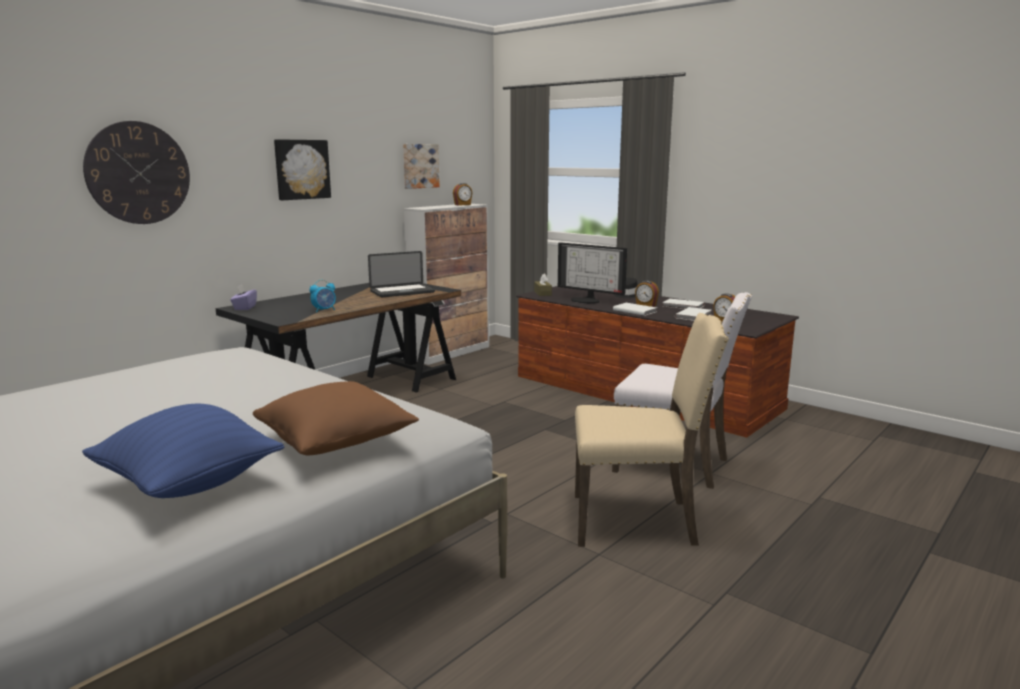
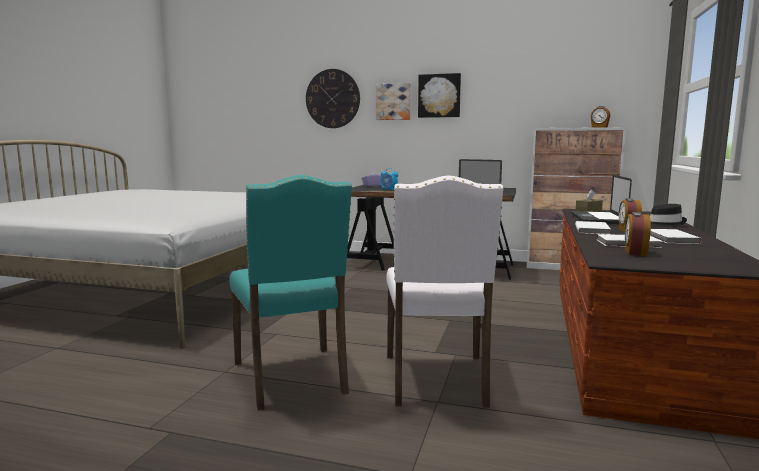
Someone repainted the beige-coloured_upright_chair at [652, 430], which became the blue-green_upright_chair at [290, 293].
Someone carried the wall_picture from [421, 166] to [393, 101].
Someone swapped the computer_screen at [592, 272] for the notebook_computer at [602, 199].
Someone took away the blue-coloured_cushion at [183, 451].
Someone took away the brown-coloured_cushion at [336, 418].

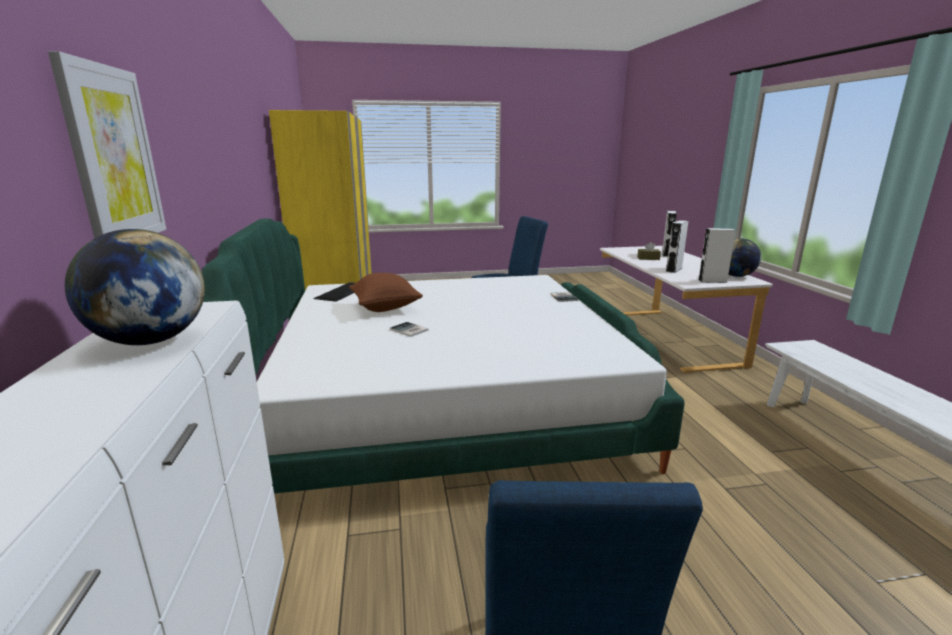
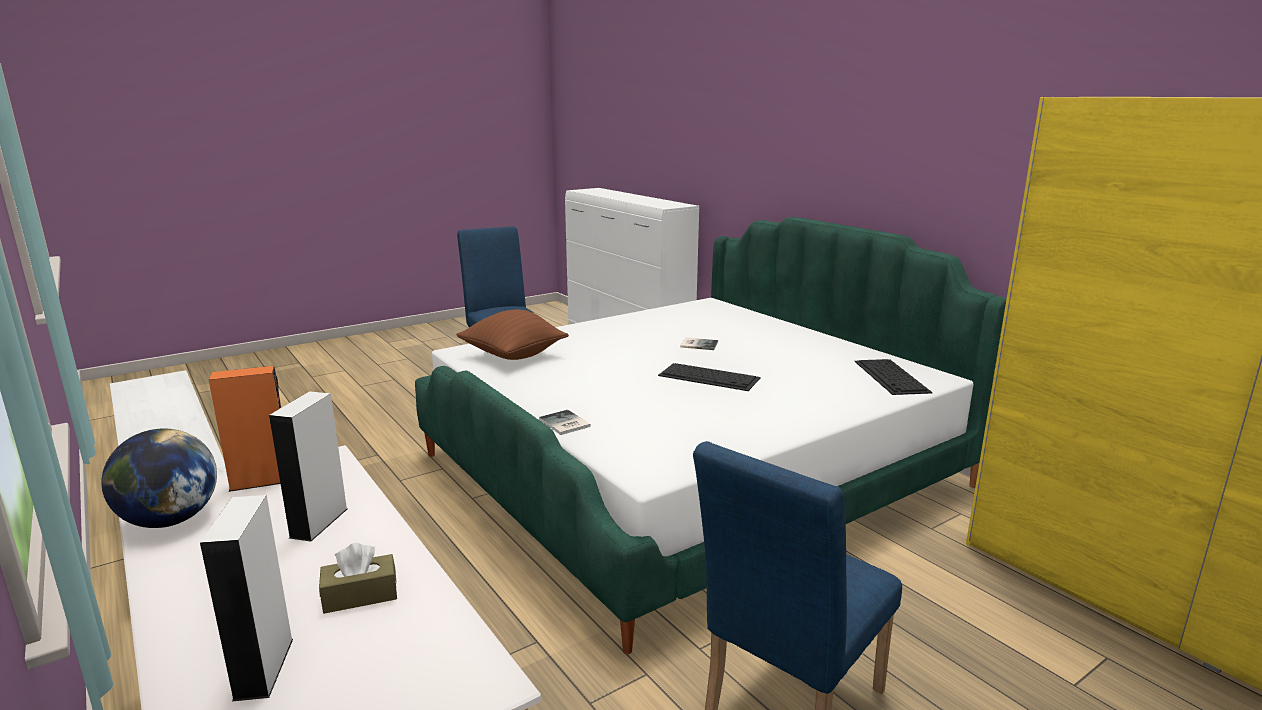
Someone repainted the white_loudspeaker at [717, 255], which became the orange-coloured_loudspeaker at [245, 429].
Someone carried the brown-coloured_cushion from [386, 292] to [512, 335].
Someone put down the keyboard at [709, 377].
Someone took away the wall_picture at [107, 144].
Someone took away the desk_globe at [135, 287].

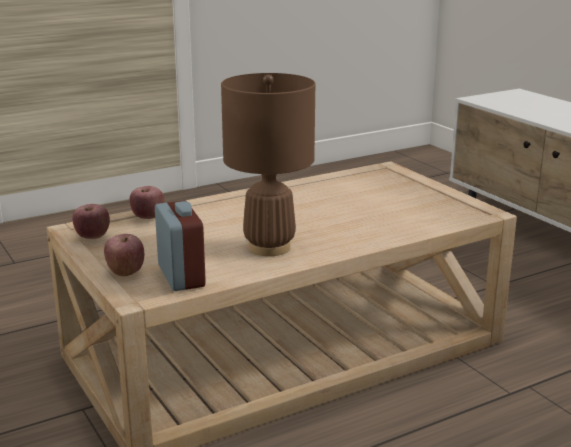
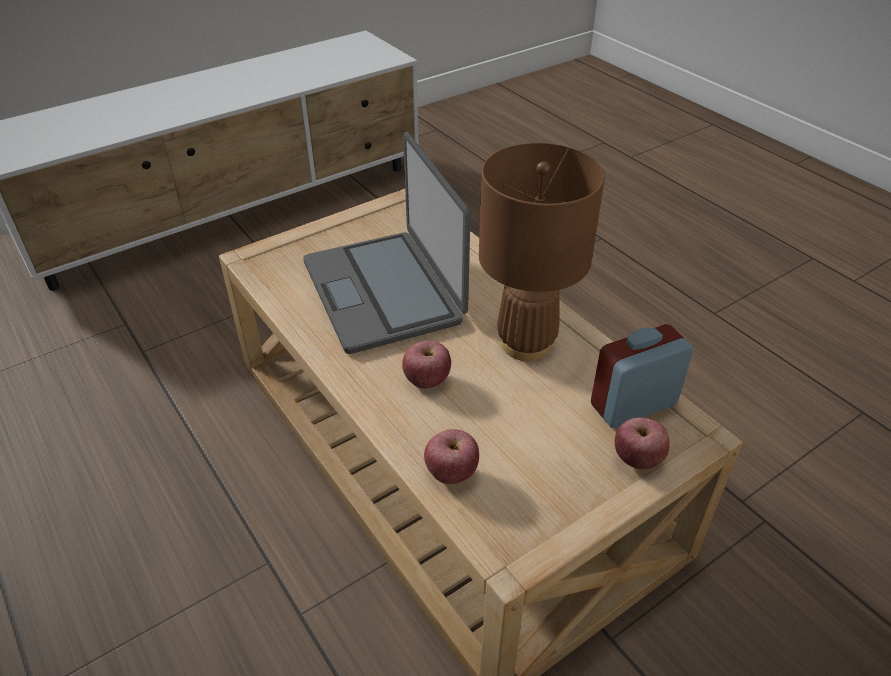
Someone put down the notebook_computer at [387, 243].
Someone carried the apple_fruit from [91, 221] to [426, 365].

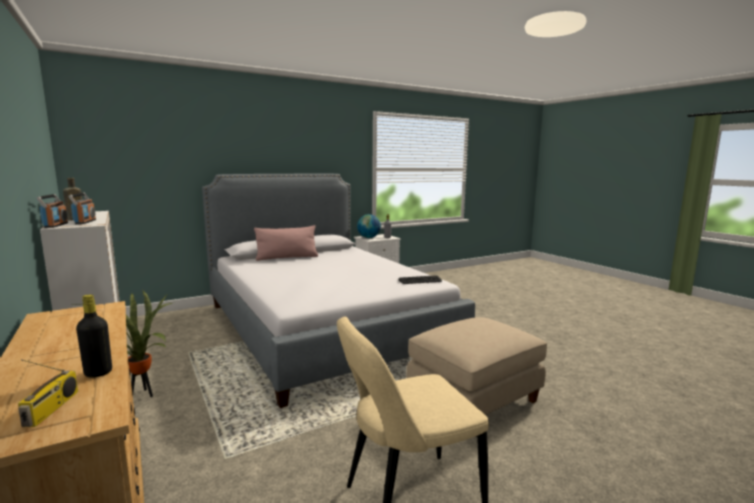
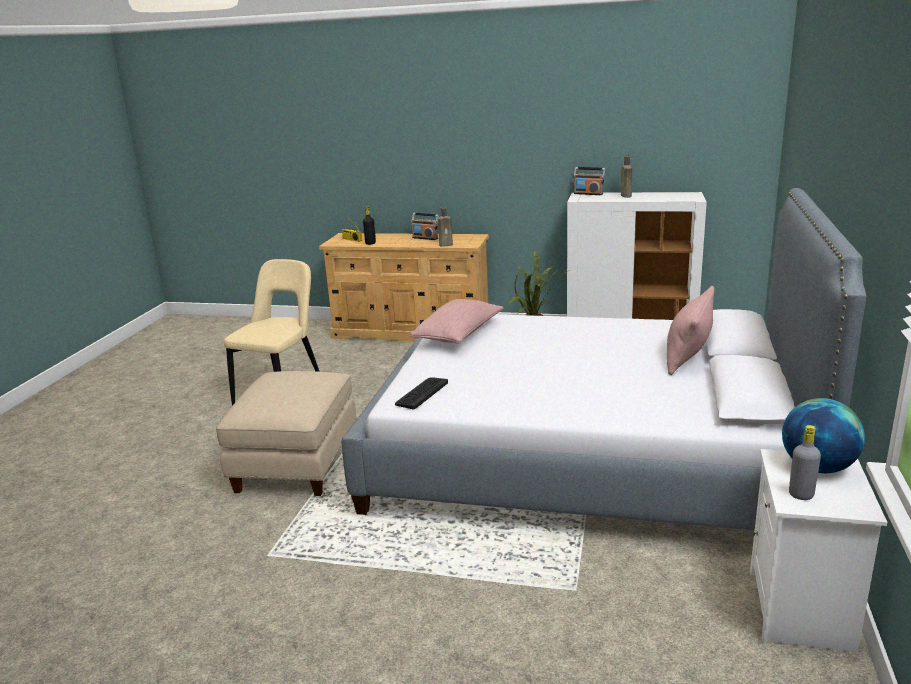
Someone put down the pink_cushion at [457, 321].
Someone carried the radio_receiver from [82, 208] to [425, 226].
Someone put down the brown-coloured_beverage_bottle at [445, 227].

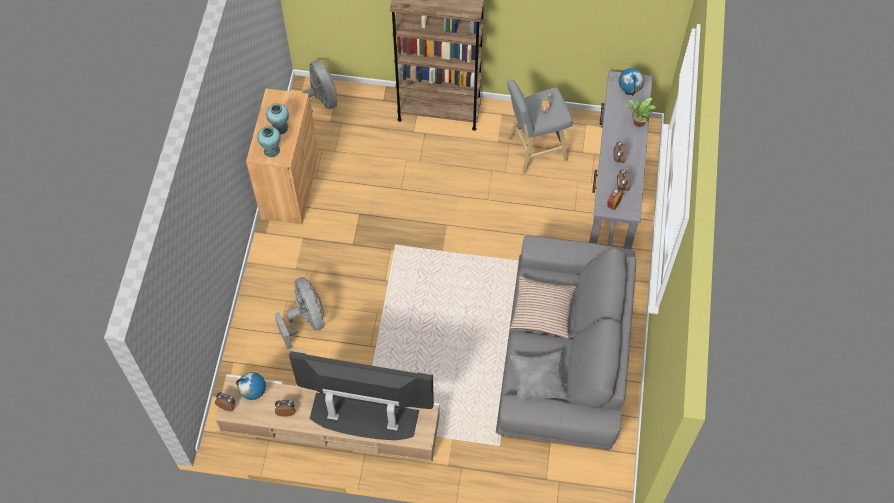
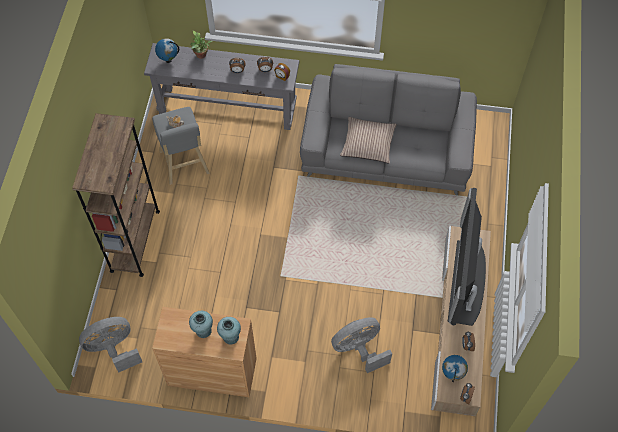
Someone took away the greyish_cushion at [539, 375].

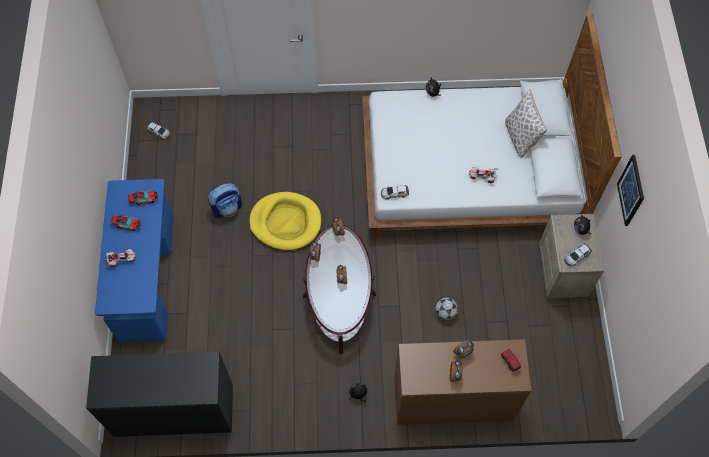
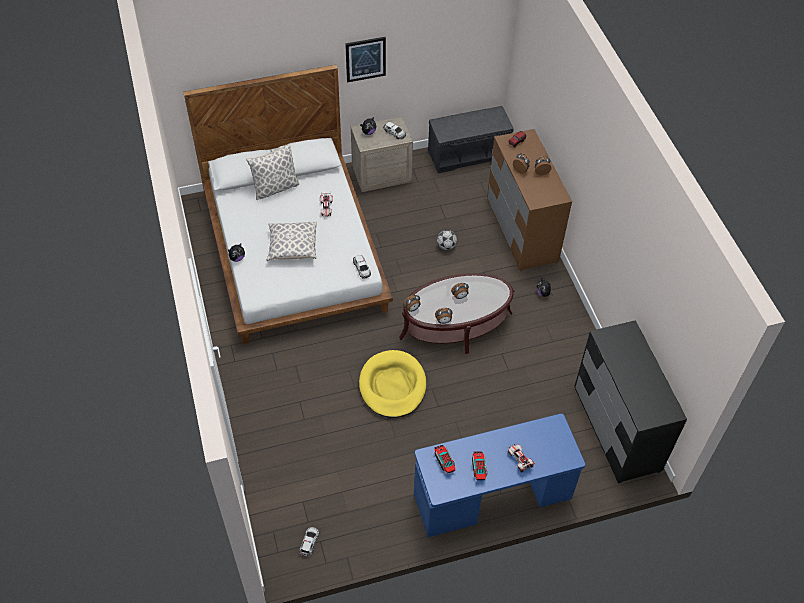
Someone put down the cushion at [292, 241].
Someone put down the greyish_bench at [471, 139].
Someone took away the rucksack at [225, 200].

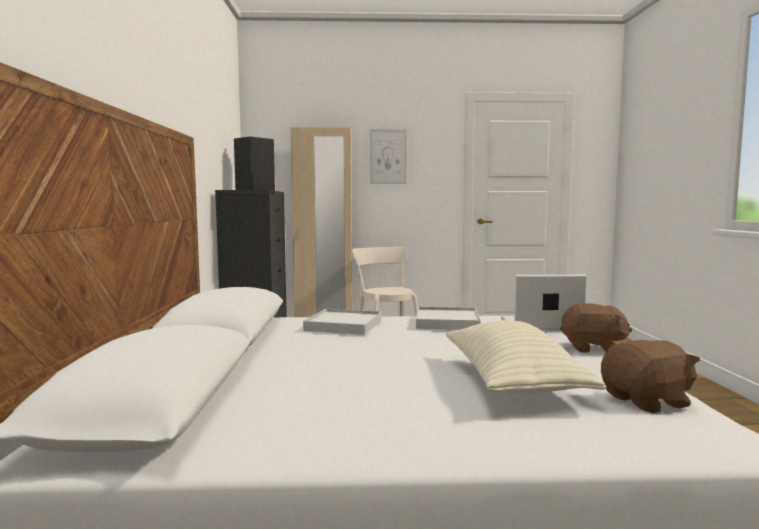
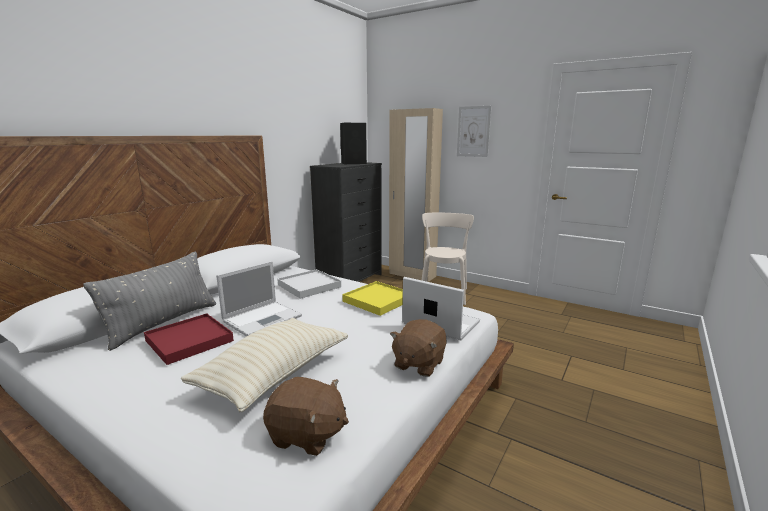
Someone put down the greyish_cushion at [149, 301].
Someone put down the red-coloured_serving_tray at [189, 339].
Someone put down the notebook_computer at [259, 299].
Someone repainted the white_serving_tray at [448, 318], which became the yellow_serving_tray at [372, 298].
Someone rotated the brown-coloured_plush_toy at [596, 328] by 75 degrees clockwise.

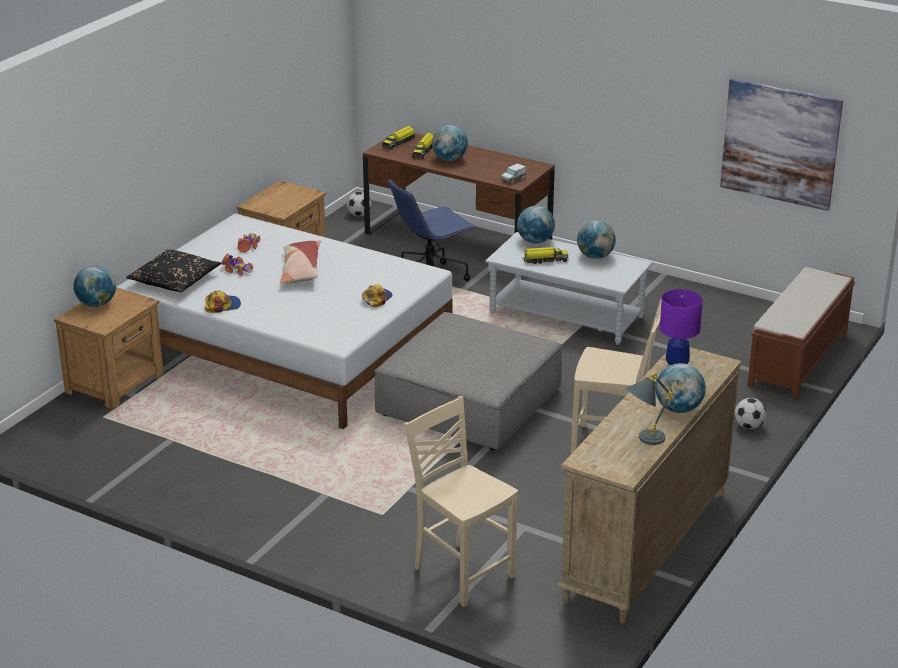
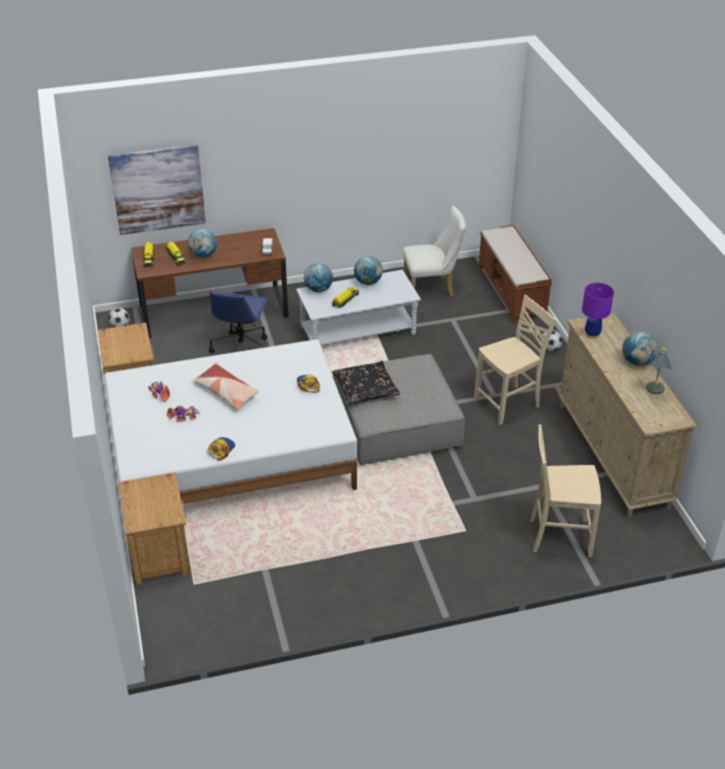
Someone carried the wall_picture from [781, 144] to [157, 190].
Someone carried the blackish_cushion from [173, 271] to [366, 383].
Someone put down the white_upright_chair at [434, 251].
Someone took away the desk_globe at [95, 286].

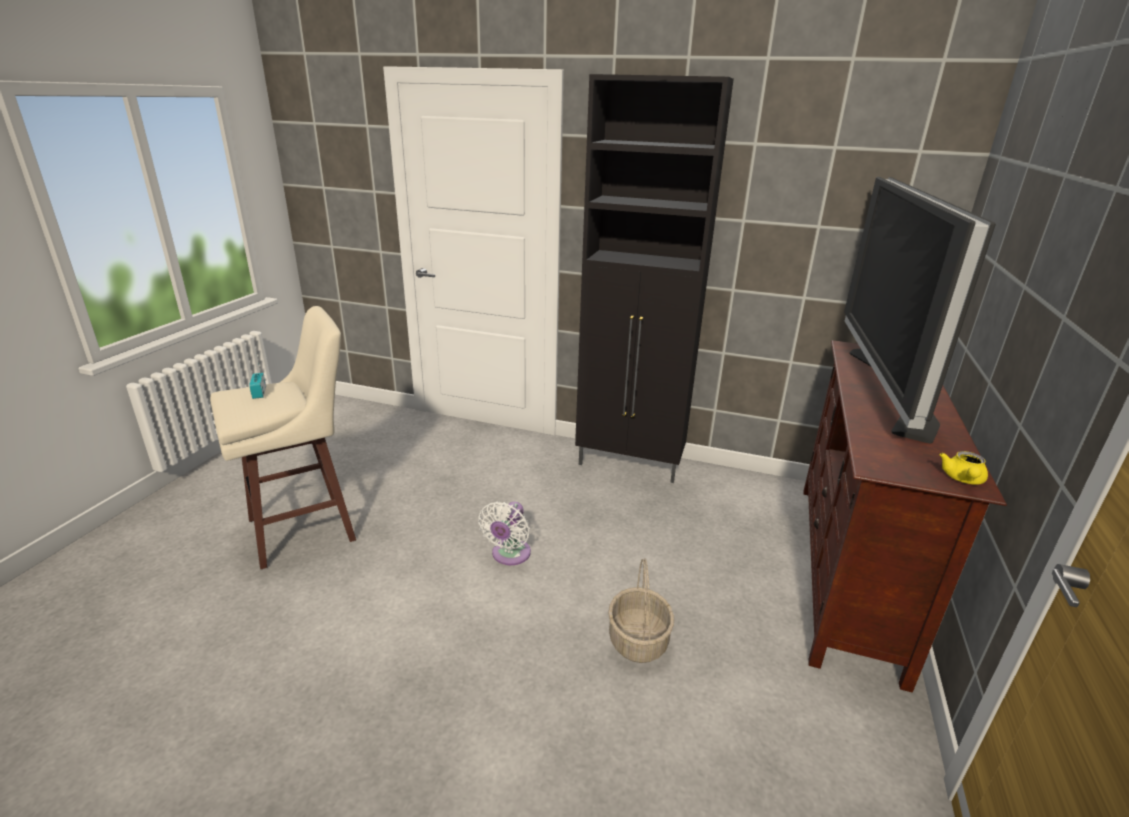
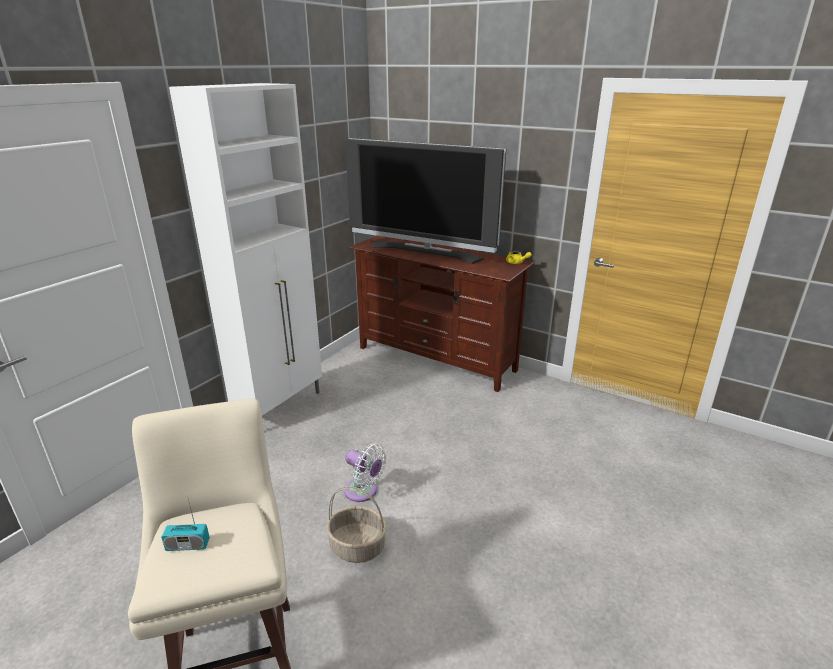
Someone repainted the blackish_cupboard at [654, 278], which became the white_cupboard at [245, 249].
Someone carried the basket from [641, 610] to [356, 524].

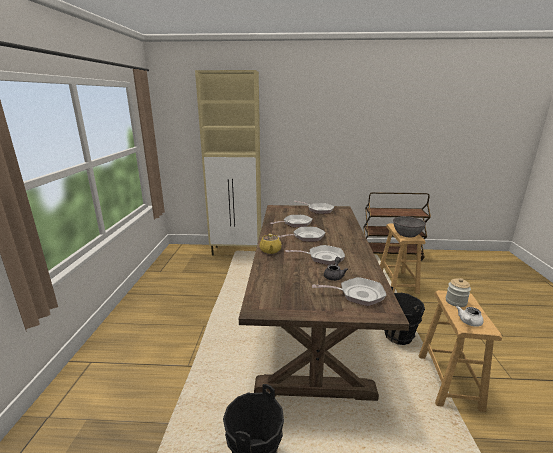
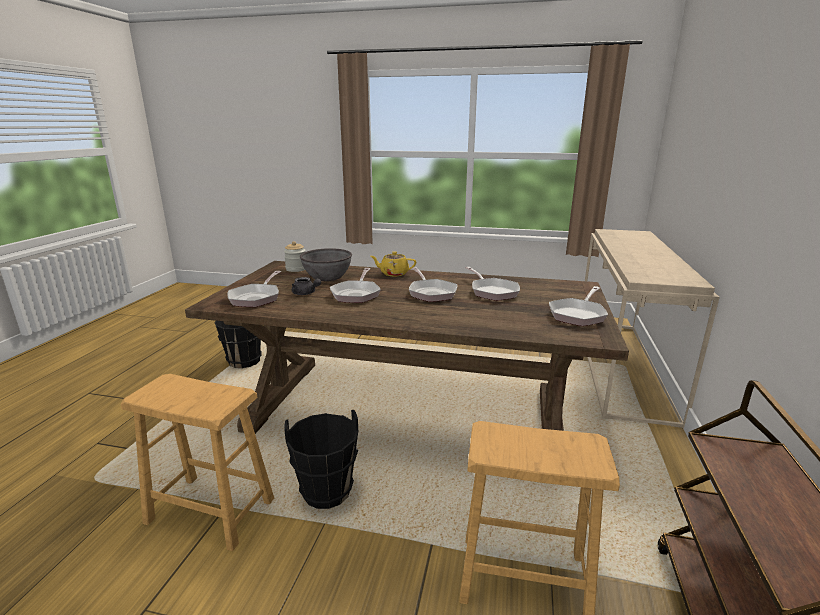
Someone carried the storage_jar from [458, 292] to [295, 256].
Someone carried the greyish_deep_dish from [409, 226] to [326, 264].
Someone swapped the beige-coloured_cupboard at [228, 162] for the beige-coloured_narrow_table at [652, 329].
Someone took away the white_pot_for_tea at [470, 316].

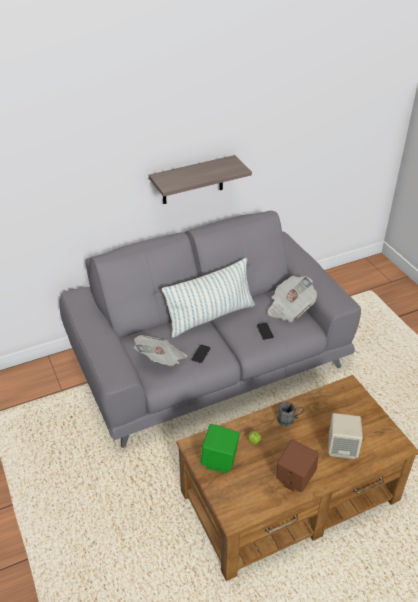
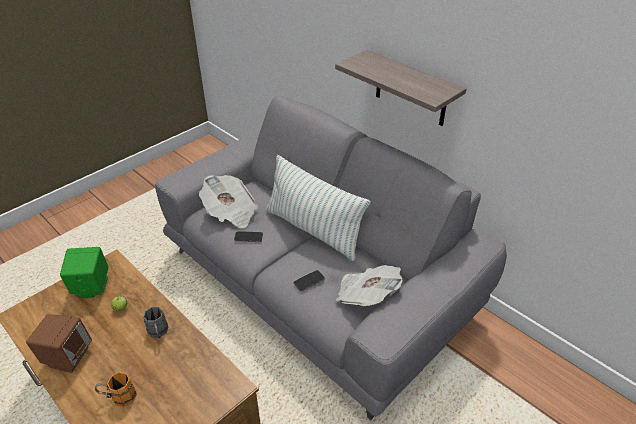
Someone swapped the beige-coloured_loudspeaker at [345, 436] for the orange-coloured_mug at [116, 389].

